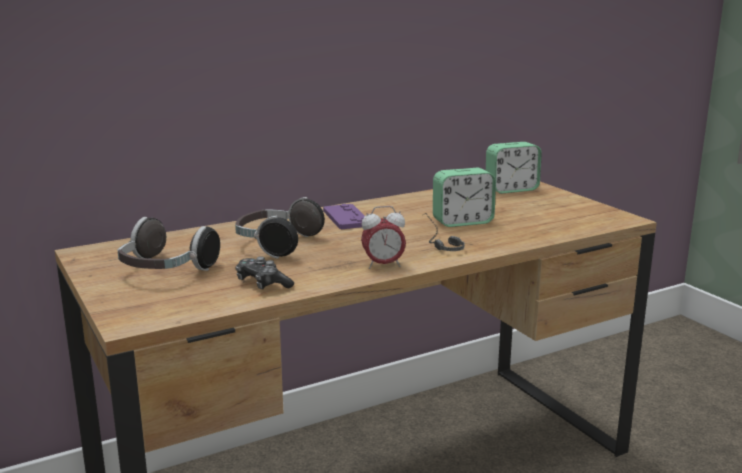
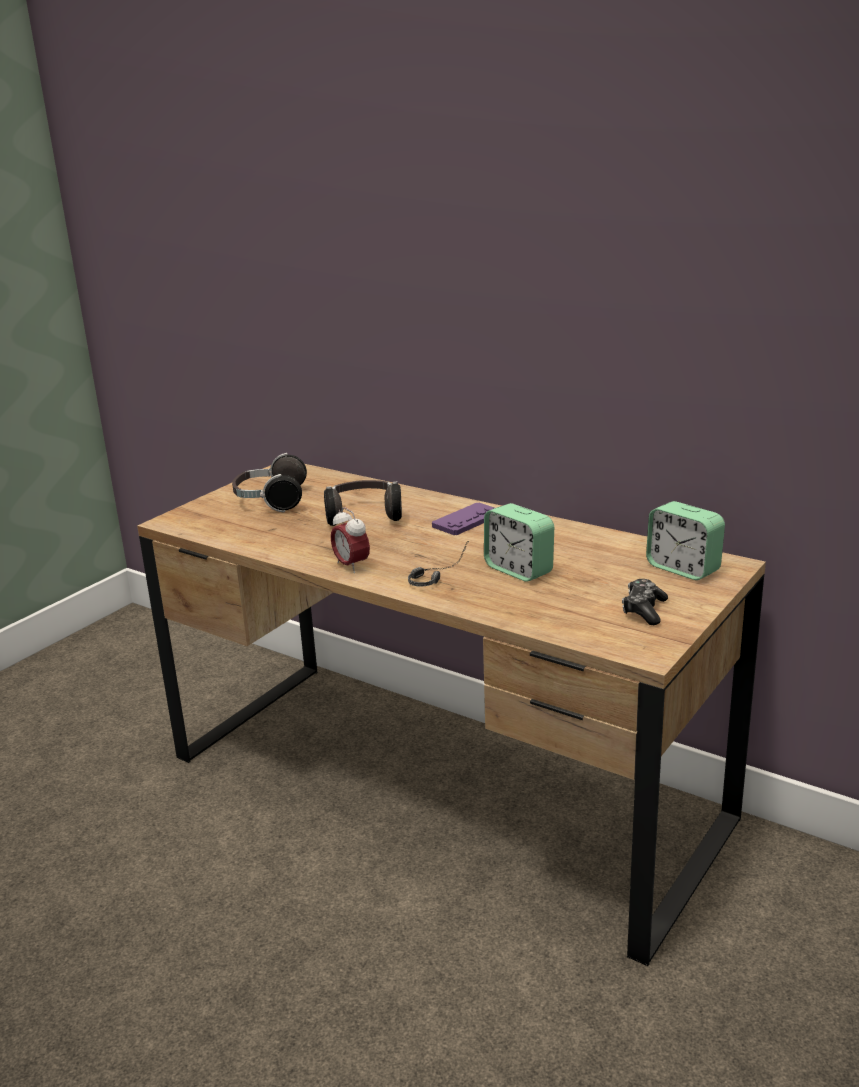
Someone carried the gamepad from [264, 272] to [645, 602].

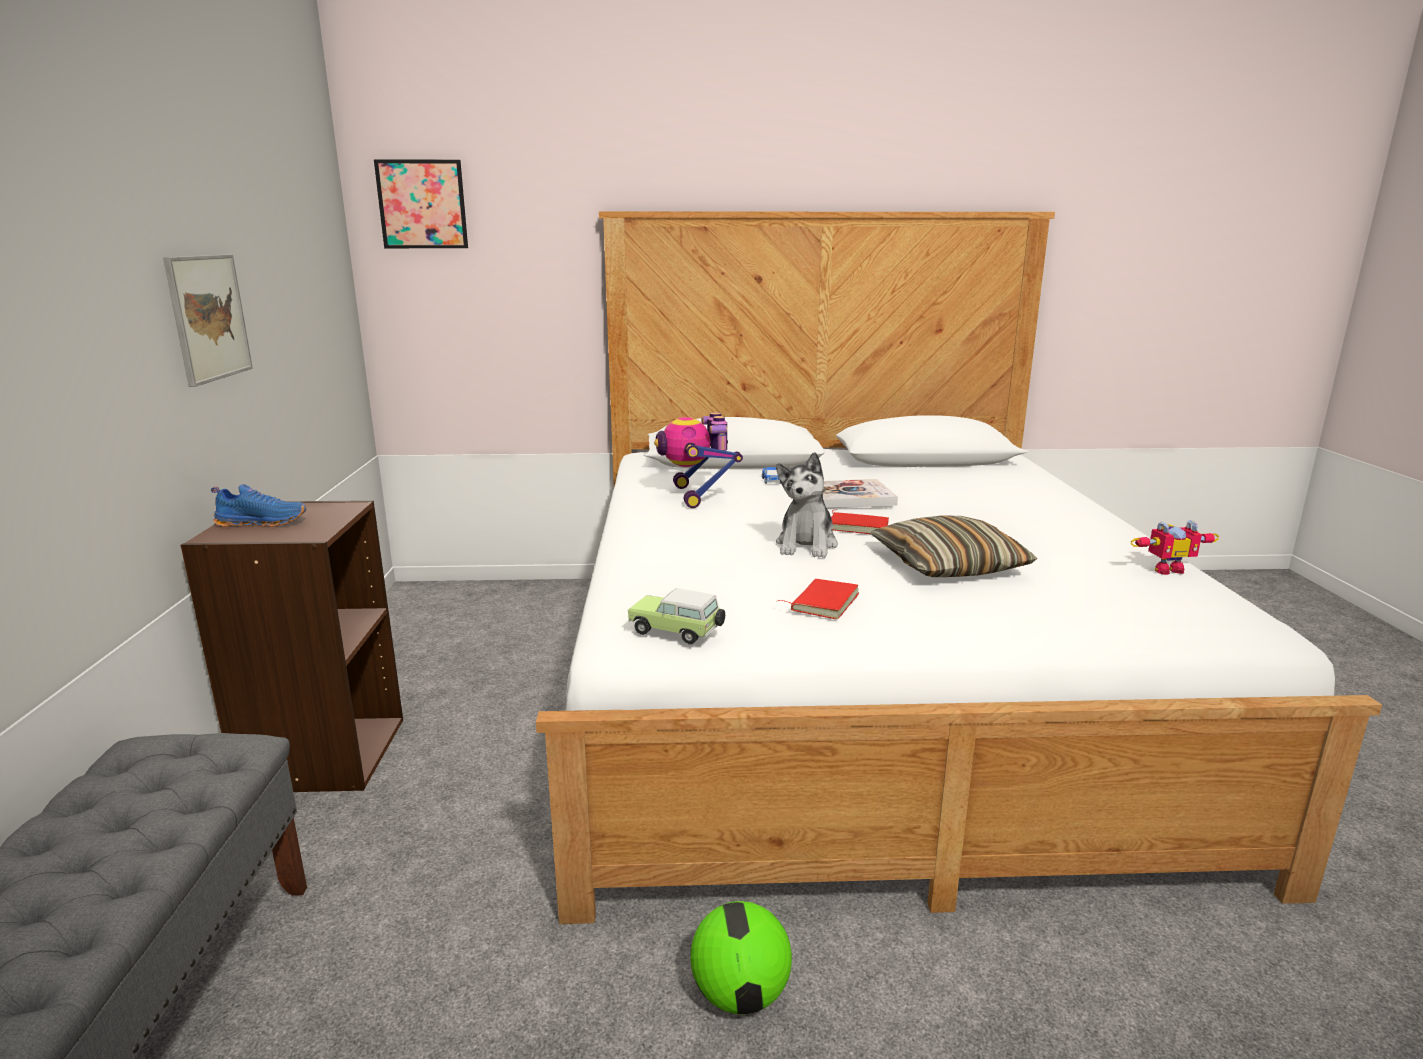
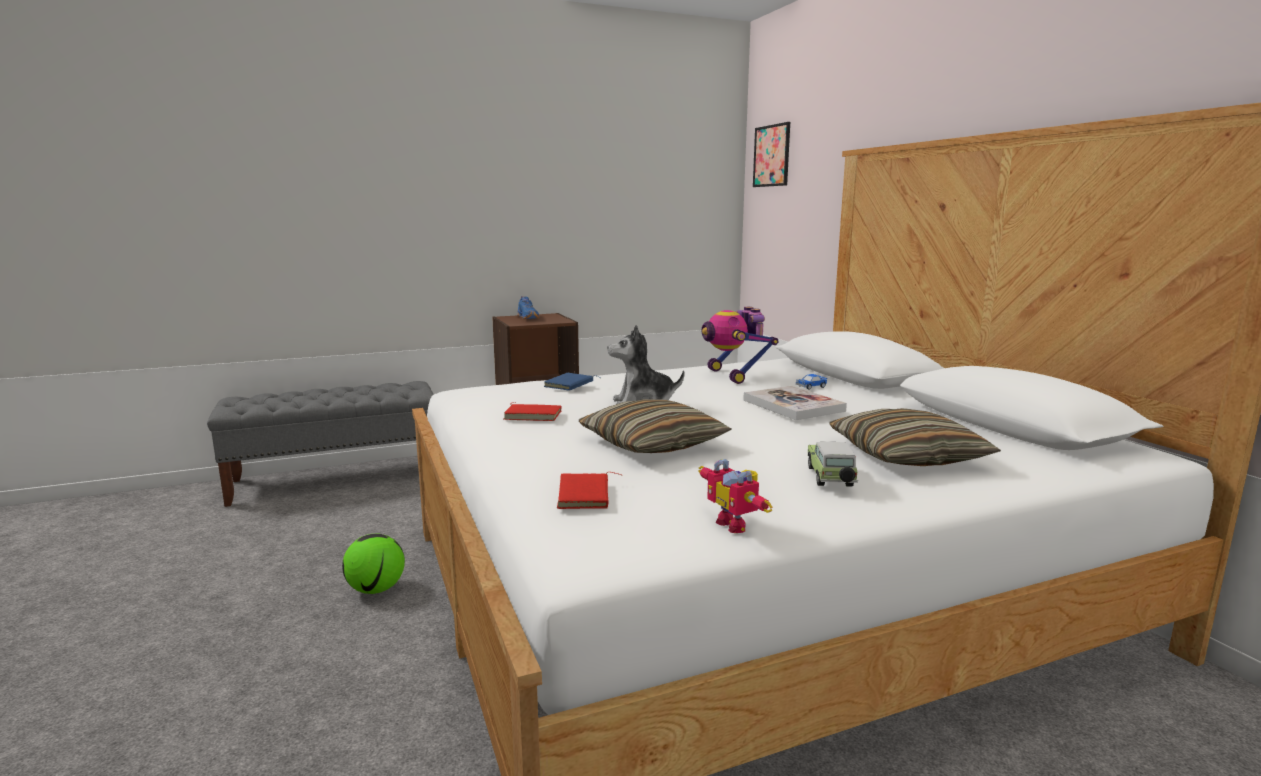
Someone put down the blue-coloured_volume at [573, 382].
Someone carried the red-coloured_volume from [860, 522] to [590, 490].
Someone rotated the toy_robot at [698, 460] by 75 degrees counterclockwise.
Someone carried the model_car from [676, 616] to [833, 464].
Someone put down the cushion at [915, 437].
Someone took away the wall_picture at [208, 320].

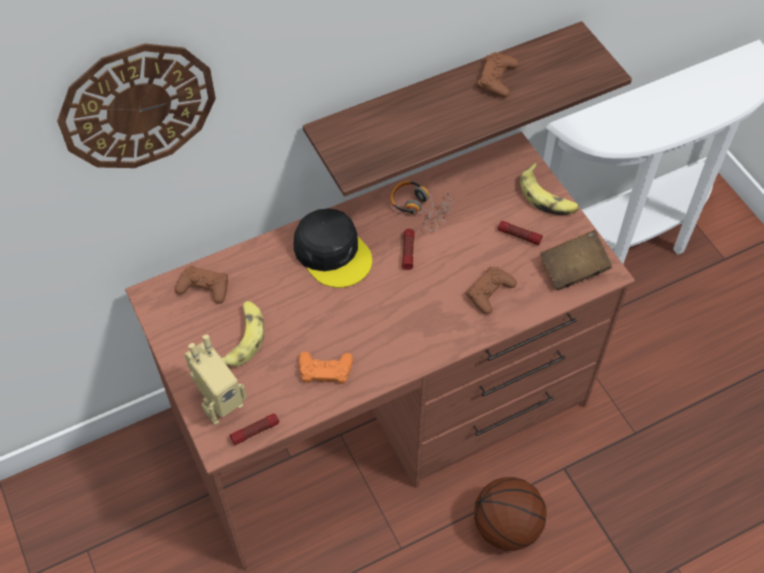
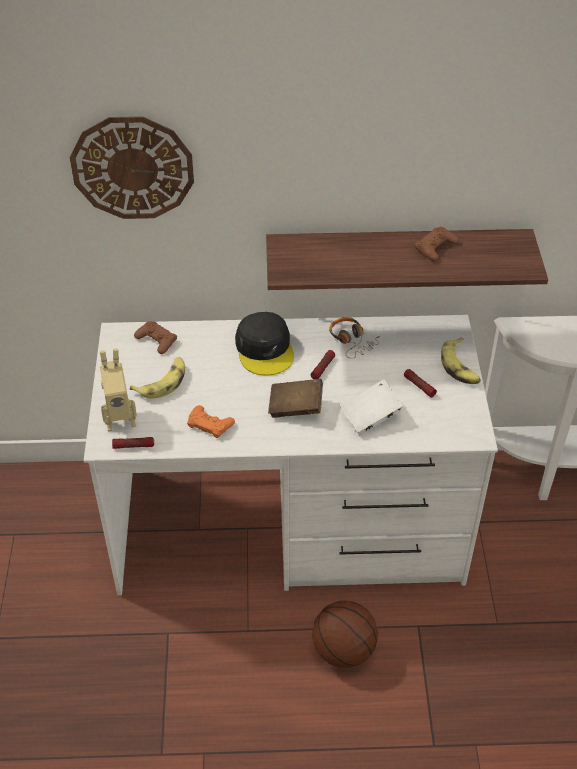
Someone repainted the brown-coloured_desk_table at [380, 351], which became the white_desk_table at [291, 455].
Someone carried the brown-coloured_volume from [576, 260] to [295, 398].
Someone swapped the brown-coloured_gamepad at [491, 290] for the white_volume at [371, 407].

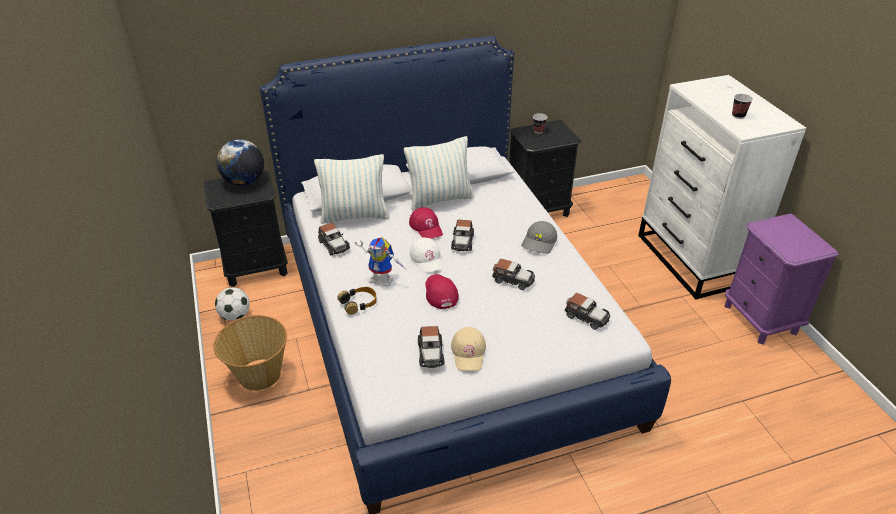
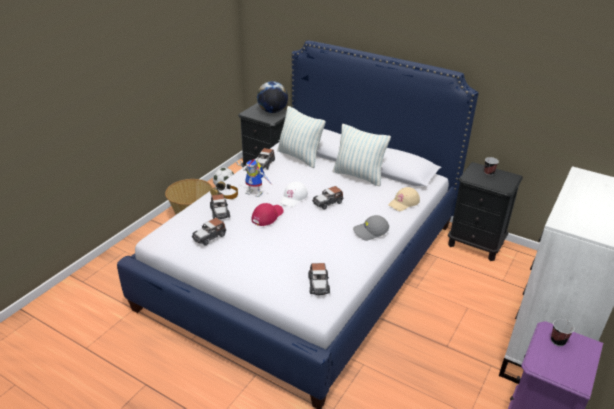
Someone carried the model_car from [513, 274] to [220, 206].
Someone rotated the toy_robot at [380, 262] by 45 degrees counterclockwise.
Someone carried the beige-coloured_baseball_cap from [468, 349] to [404, 199].
Someone carried the small_cup from [742, 106] to [562, 332].
Someone took away the red-coloured_baseball_cap at [426, 223].

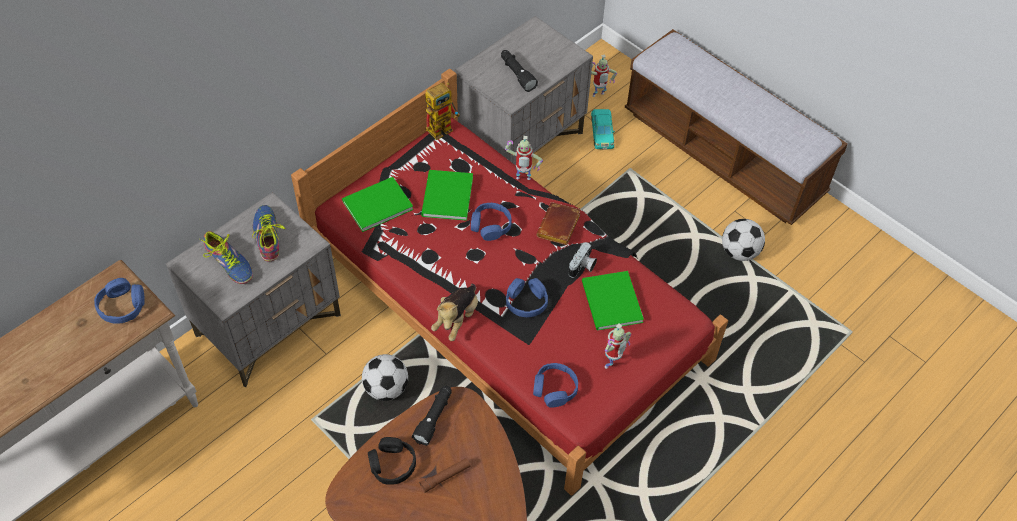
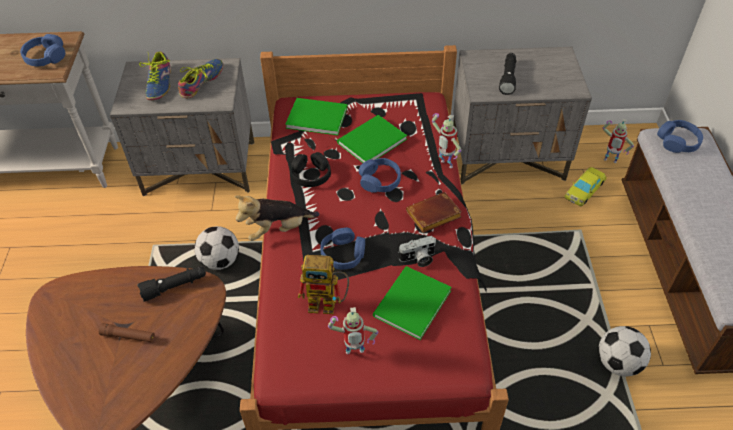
Someone carried the blackish_headphones from [392, 461] to [311, 169].
Someone carried the toy_robot from [442, 111] to [323, 284].
Someone repainted the blue-green_model_car at [603, 129], which became the yellow_model_car at [585, 186].
Someone carried the blue-coloured_headphones from [555, 385] to [680, 136].

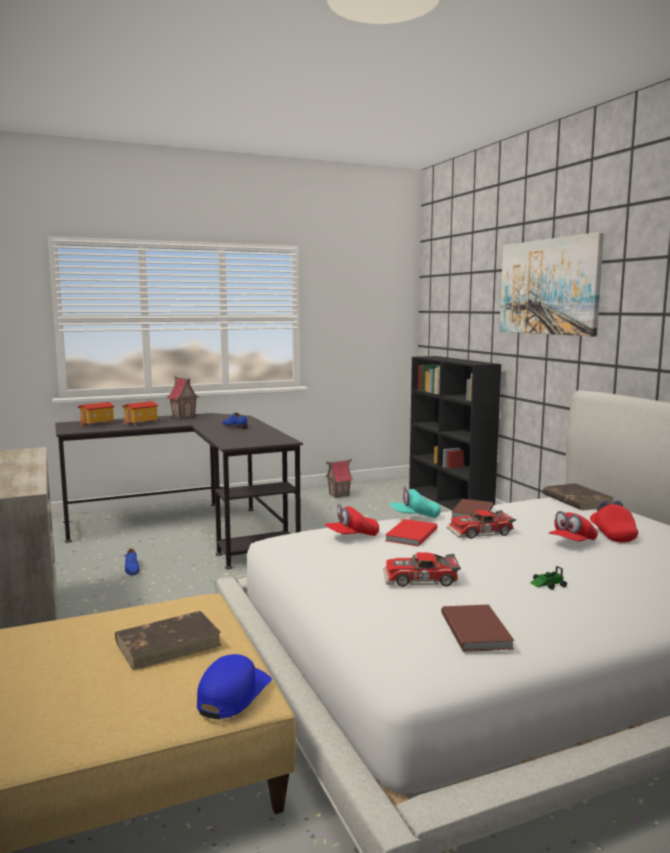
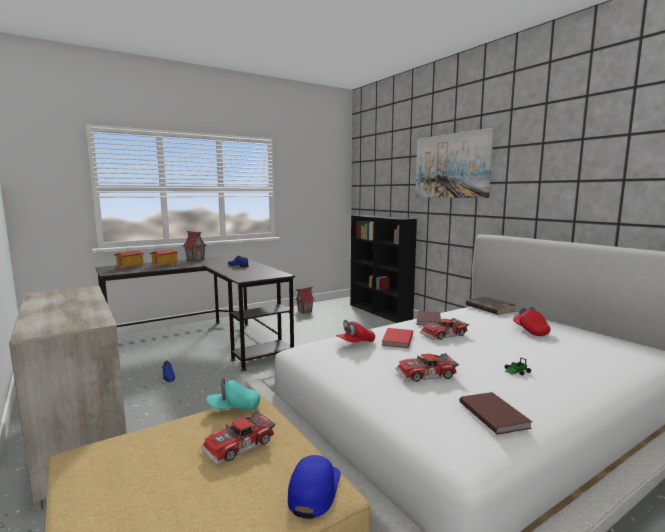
Someone swapped the brown-coloured_volume at [168, 640] for the model_car at [238, 438].
Someone carried the blue-green_baseball_cap from [415, 502] to [233, 394].
Someone took away the red-coloured_baseball_cap at [573, 526].

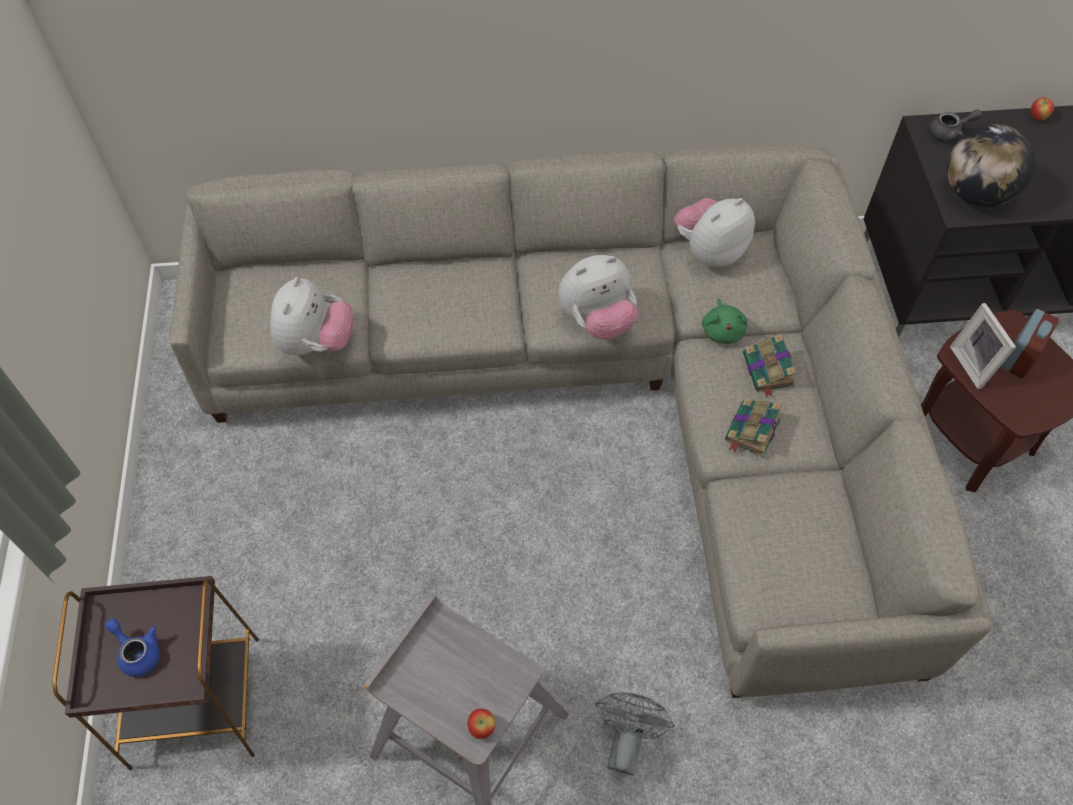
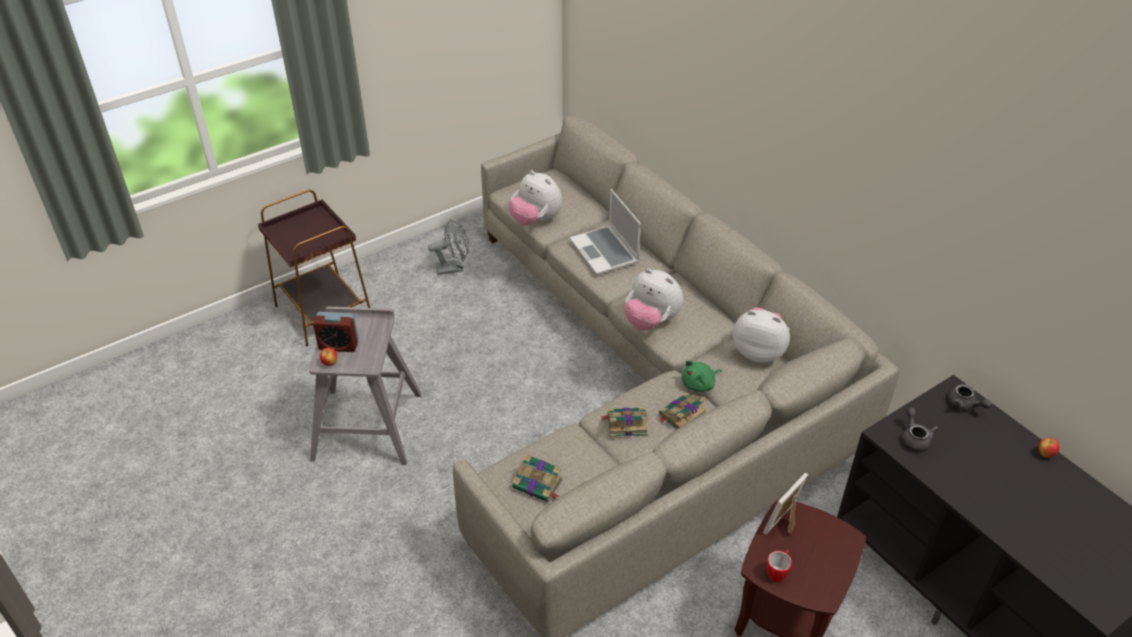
Someone carried the alarm_clock from [1030, 343] to [336, 332].
Someone carried the greyish_electric_fan from [635, 734] to [448, 247].
Someone rotated the plush_toy at [312, 316] by 60 degrees clockwise.
Someone put down the volume at [537, 478].
Someone put down the notebook_computer at [605, 232].
Someone put down the mug at [779, 565].
Someone swapped the desk_globe at [991, 165] for the greyish_pot_for_tea at [919, 429].
Someone took away the blue-coloured_pot_for_tea at [132, 648].

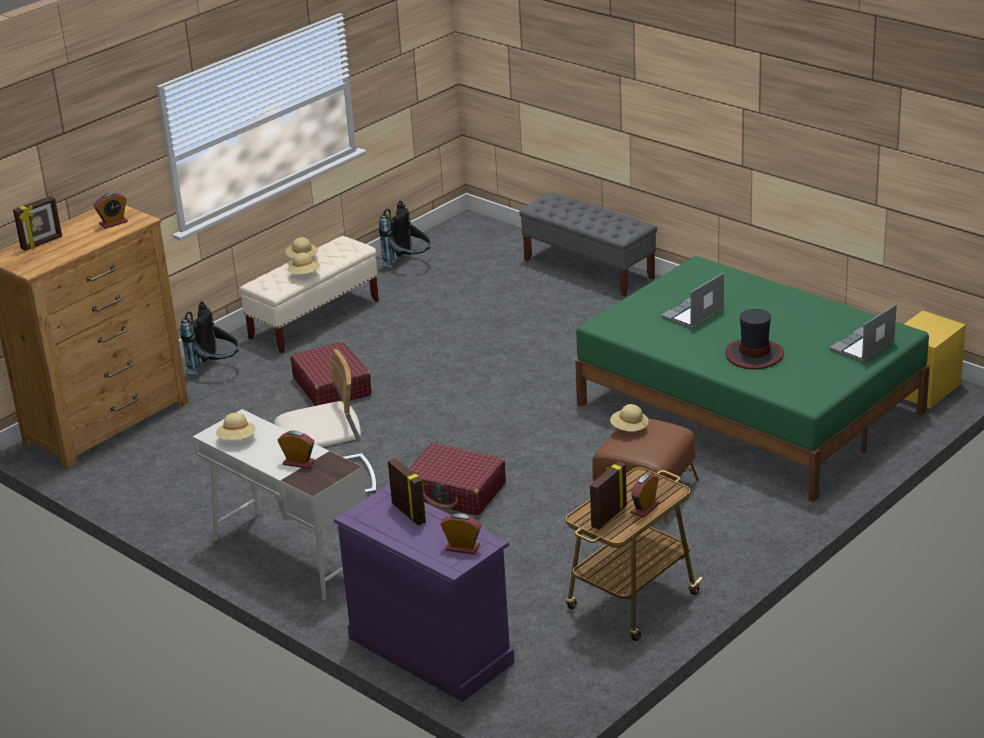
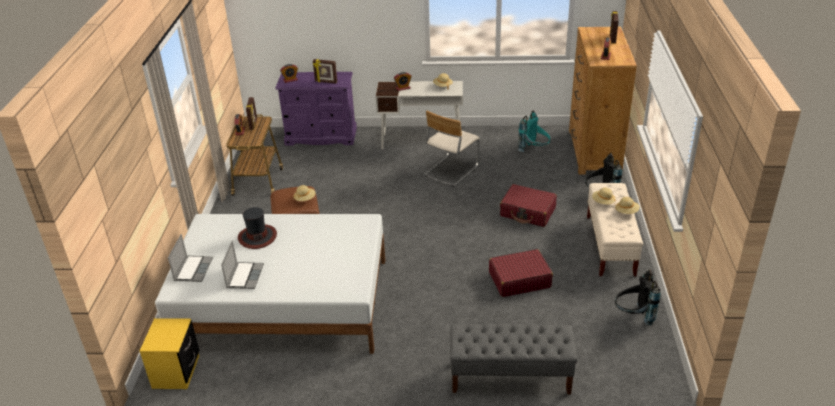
Someone repainted the green_sleeping_bed at [752, 379], which became the white_sleeping_bed at [270, 284].
Someone carried the notebook_computer from [692, 301] to [242, 264].
Someone carried the red-coloured_travel_case from [457, 479] to [521, 273].
Someone put down the blue-green_rucksack at [534, 131].

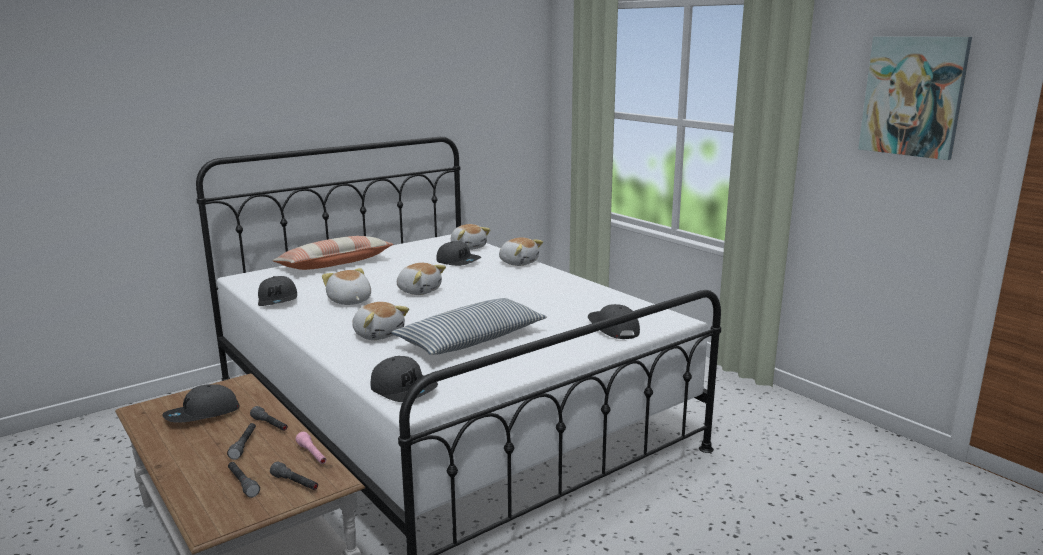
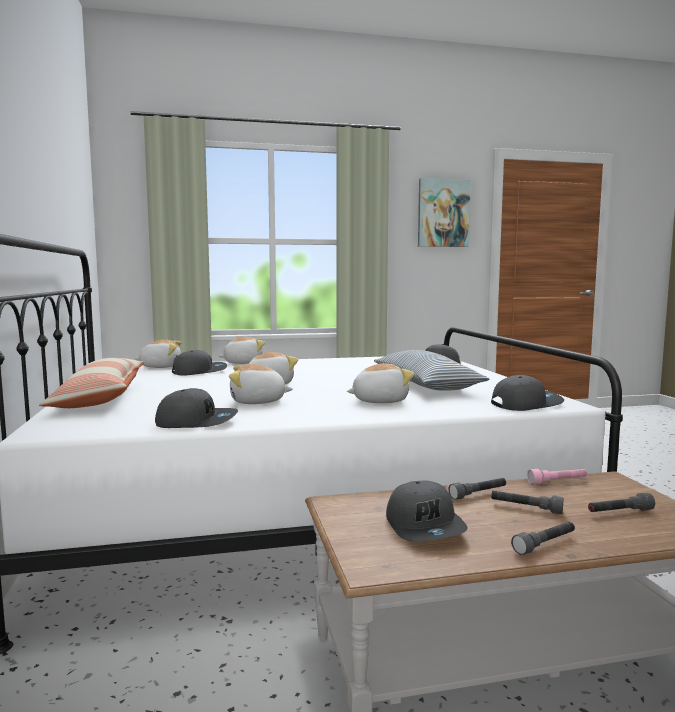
Someone carried the greyish_hand_torch from [294, 476] to [543, 538].

